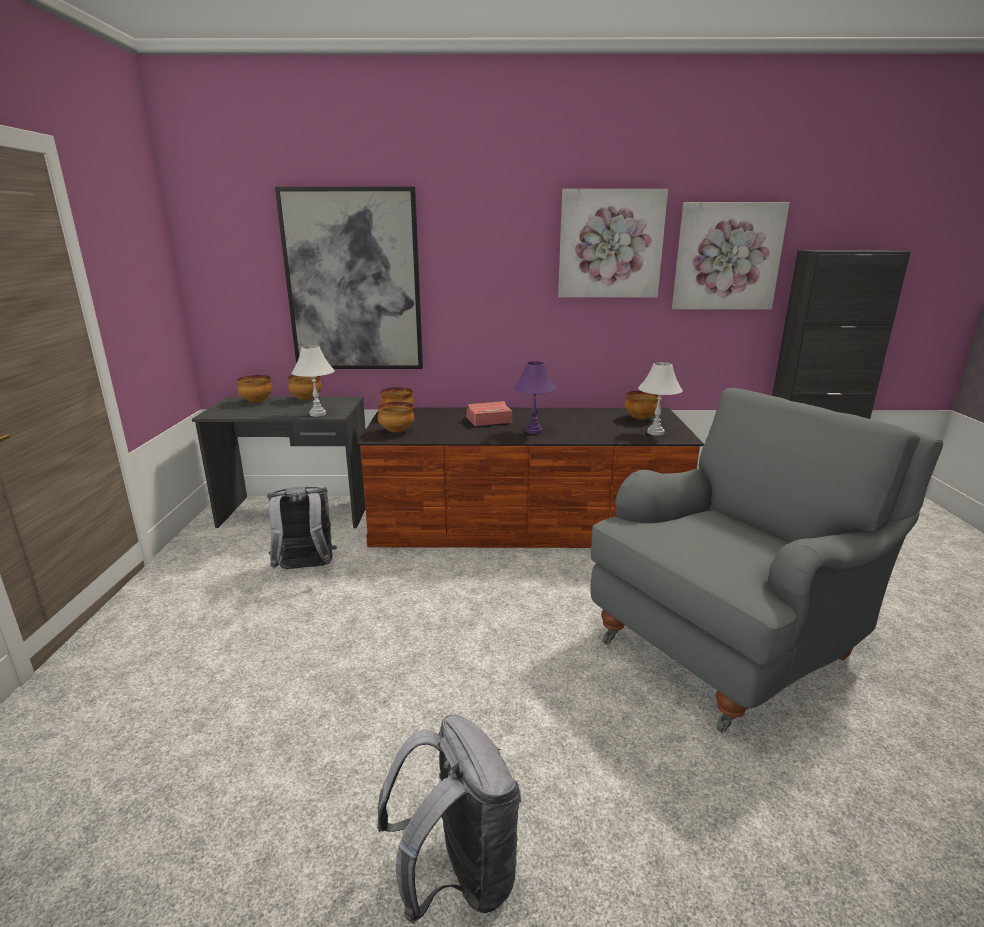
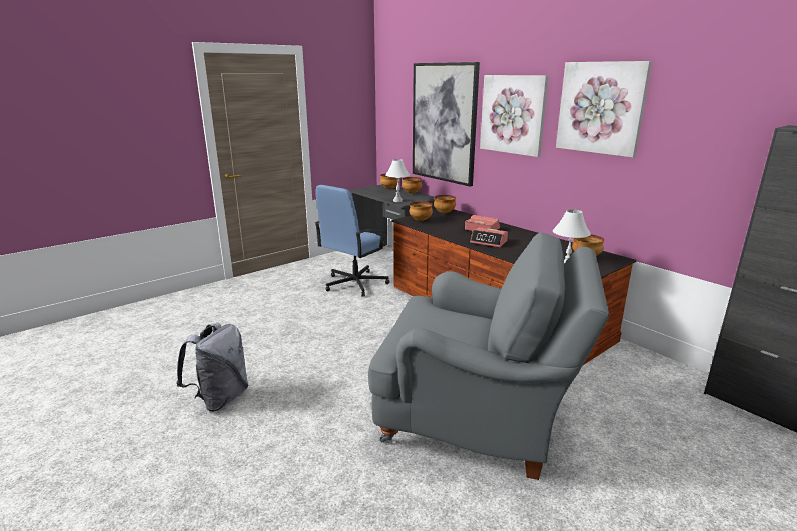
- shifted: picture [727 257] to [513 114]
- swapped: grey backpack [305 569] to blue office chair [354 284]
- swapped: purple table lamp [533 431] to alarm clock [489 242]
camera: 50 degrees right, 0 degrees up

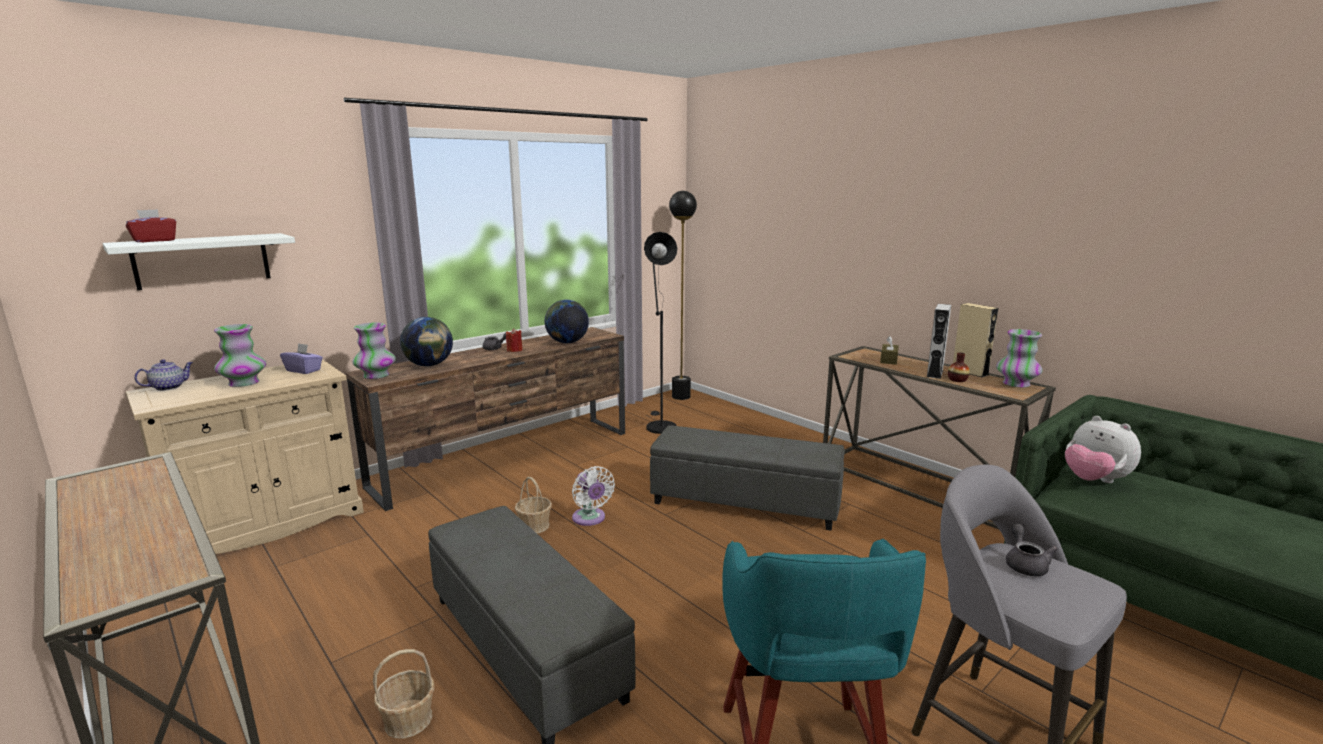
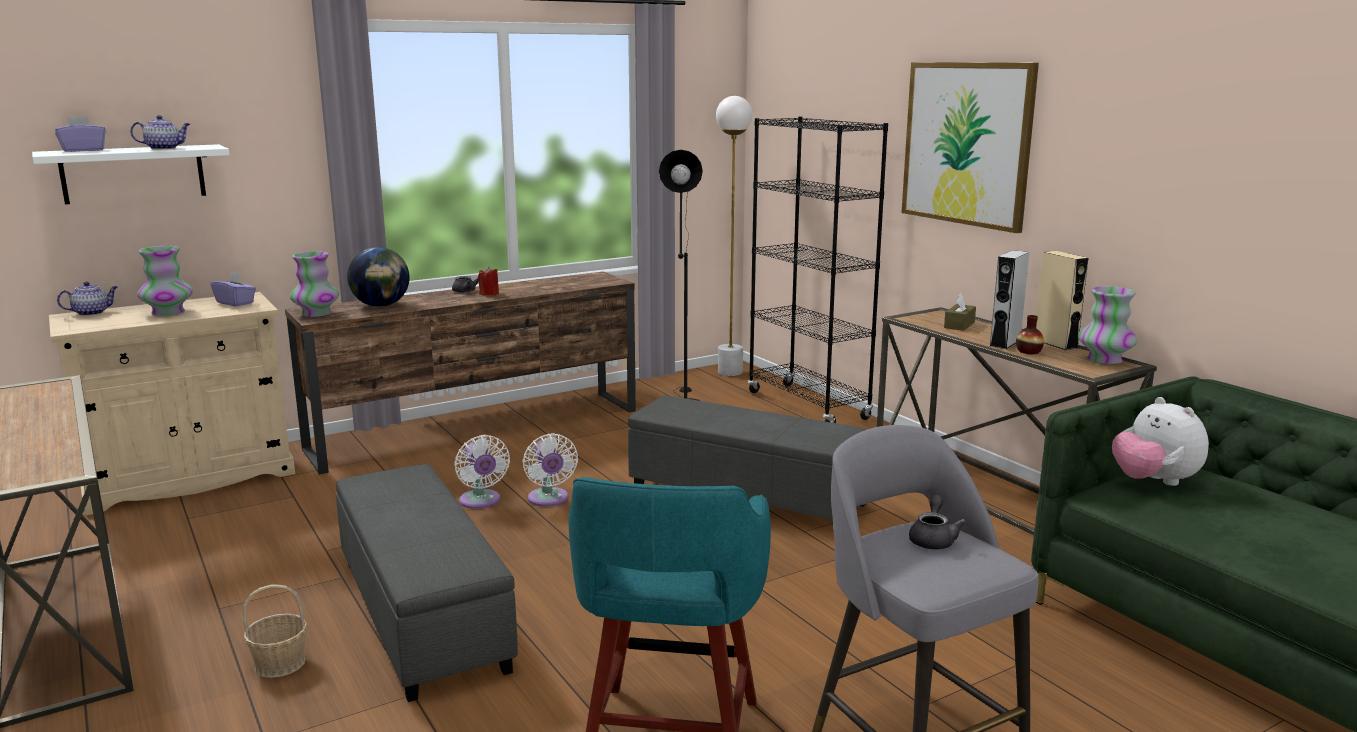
- gone: globe [567 342]
- new: teapot [164 148]
- new: black bookcase [808 405]
- new: picture [967 144]
- swapped: basket [534 526] to white fan [481 502]
- repainted: red tissue box [154 241] to purple tissue box [83 150]
- repainted: black floor lamp [681 397] to white floor lamp [730 372]
camera: 10 degrees right, 0 degrees up

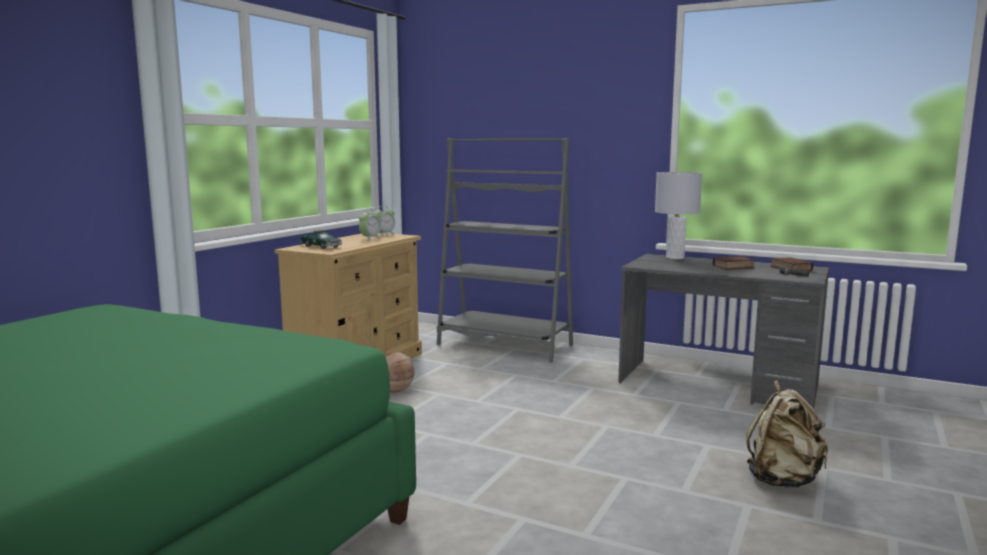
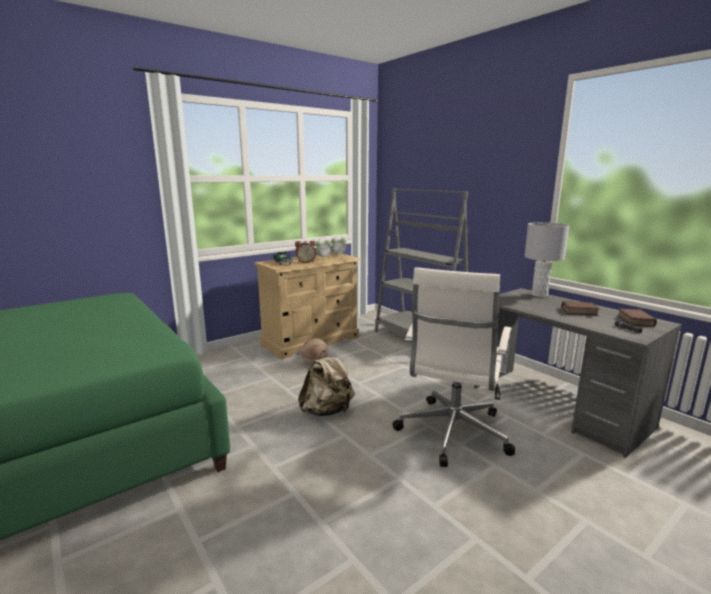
- new: alarm clock [305 262]
- new: white office chair [452 434]
- shifted: beige backpack [783 480] to [327 411]
camera: 25 degrees right, 5 degrees up

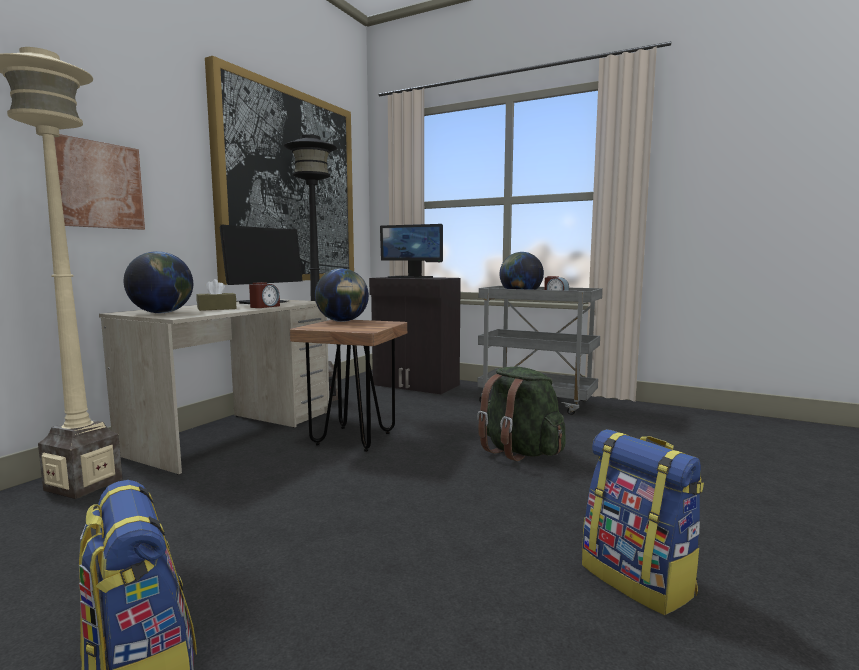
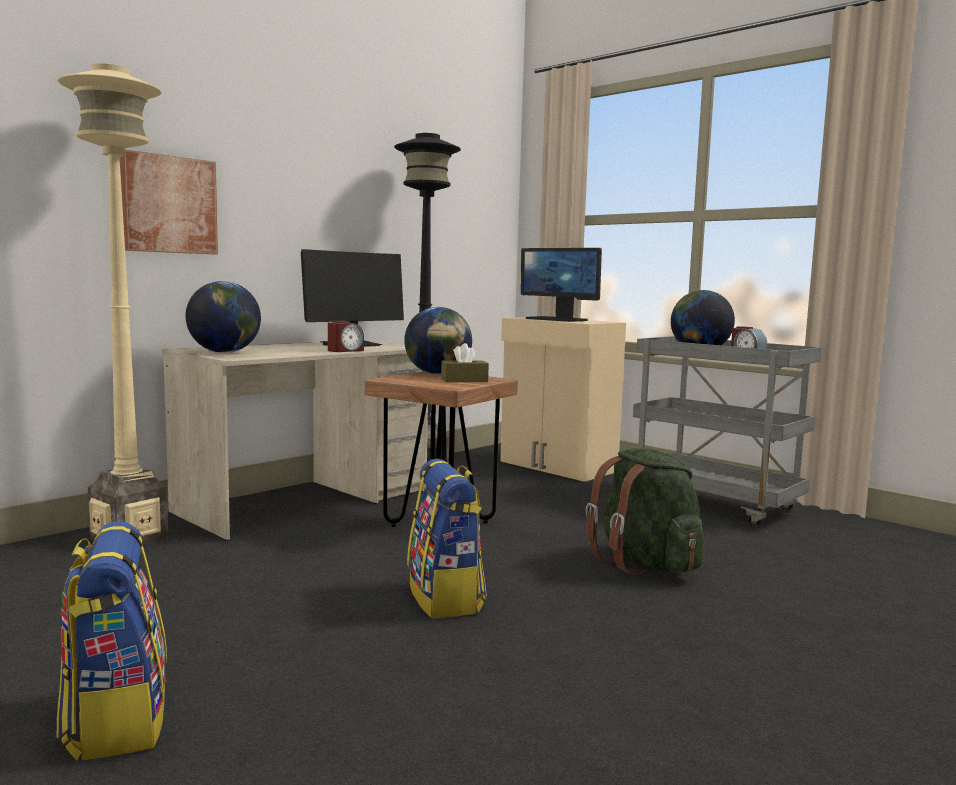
- gone: picture [289 187]
- shifted: brown tissue box [217 309] to [464 380]
- shifted: backpack [638 580] to [446 598]
- repainted: black cabinet [416 385] to beige cabinet [557 467]
camera: 15 degrees right, 0 degrees up

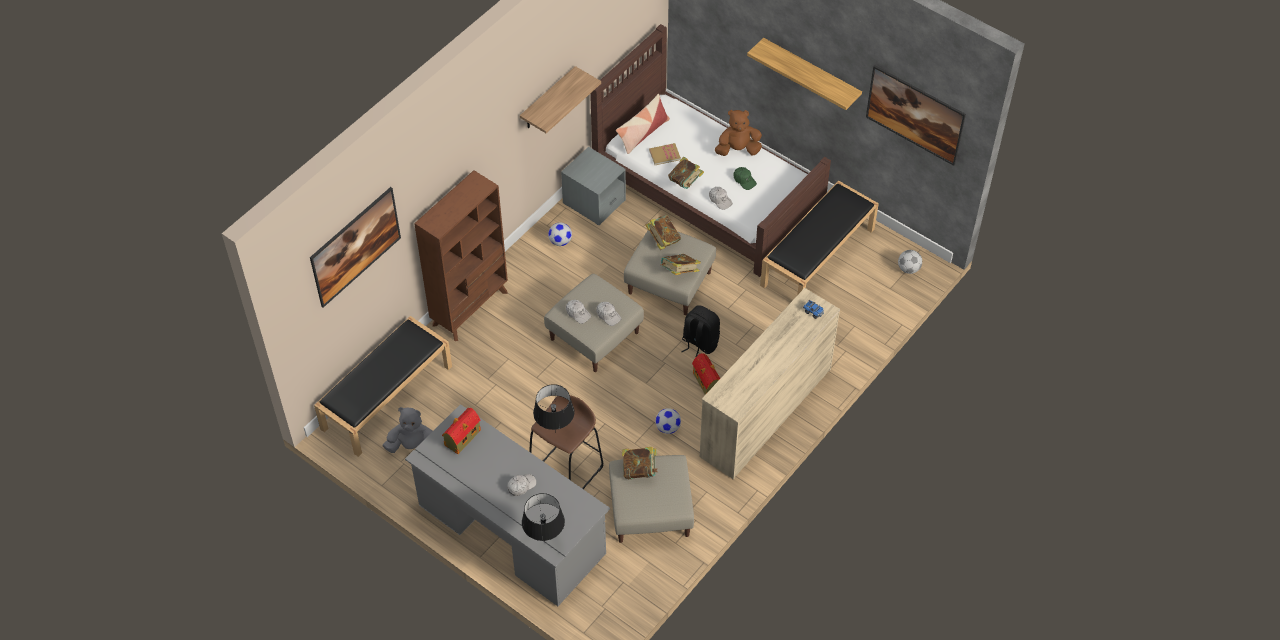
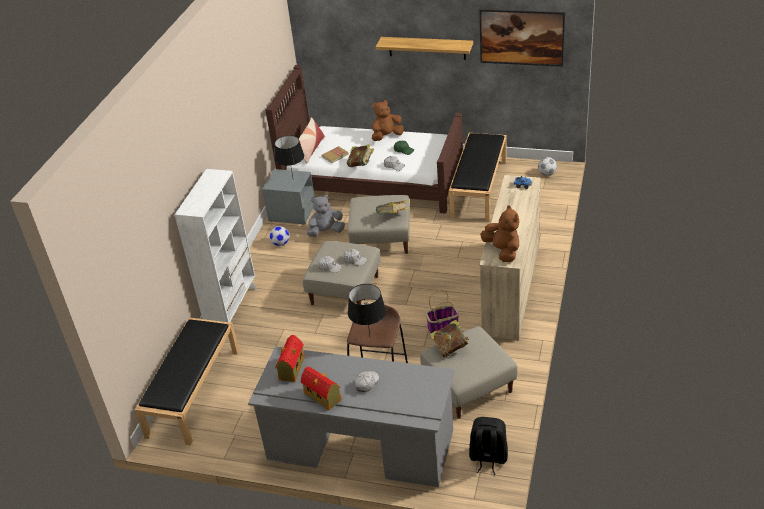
- gone: picture [358 259]
- gone: shelf [548 99]
- gone: book [663 240]
- new: brown plush toy [503 251]
- shifted: grey plush toy [412 446] to [326 232]
- shifted: black table lamp [544 541] to [293 179]
- shifted: black backpack [699 343] to [488 458]
- shifted: toy house [707 383] to [323 397]
- swapped: football [668 427] to basket [443 326]
- repainted: brown bookcase [470 308] to white bookcase [232 308]
camera: 20 degrees left, 15 degrees down

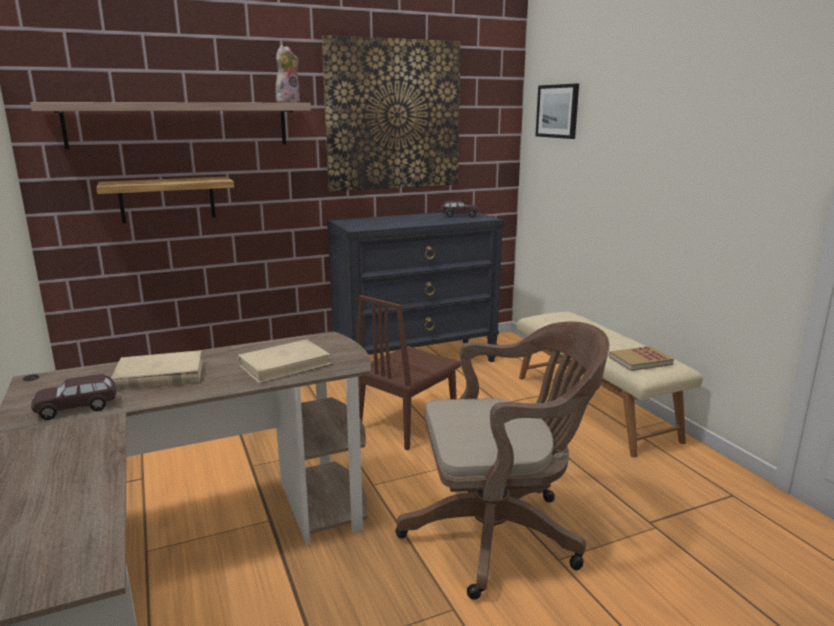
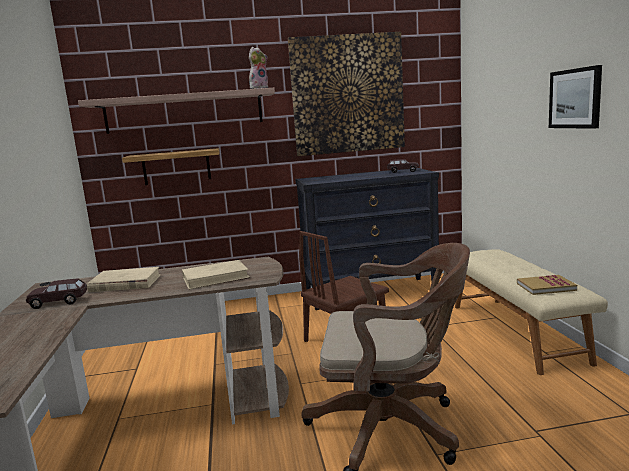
- shifted: picture [557 111] to [575 98]
camera: 15 degrees right, 5 degrees down

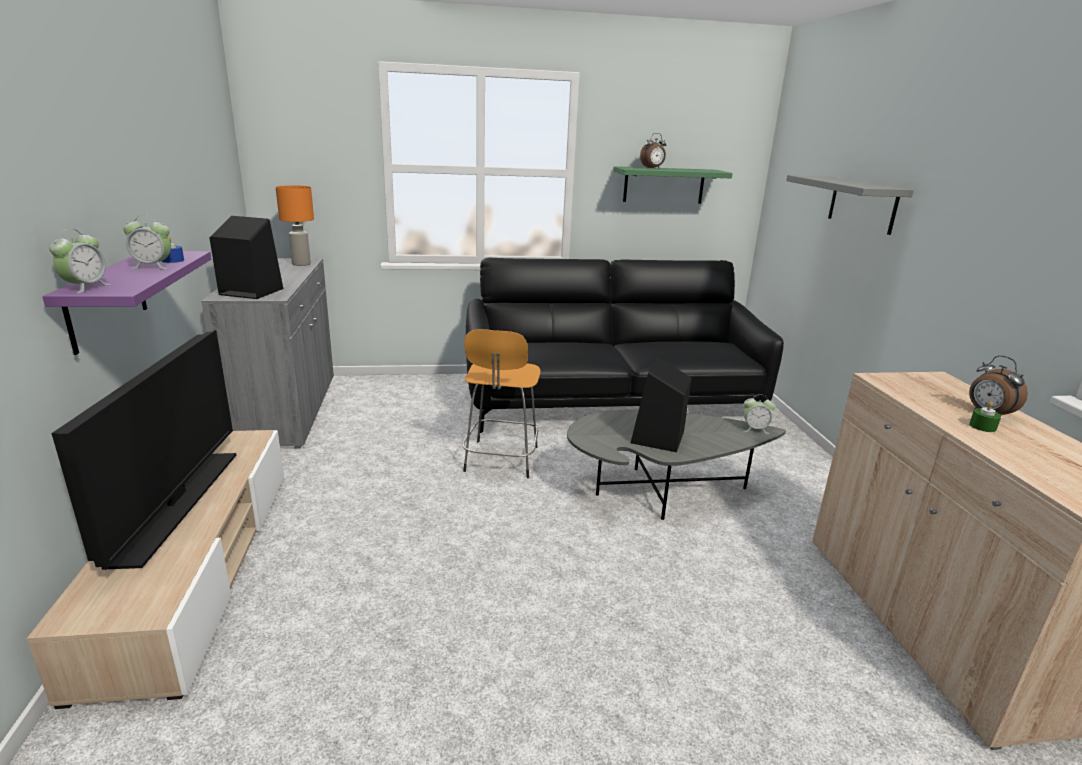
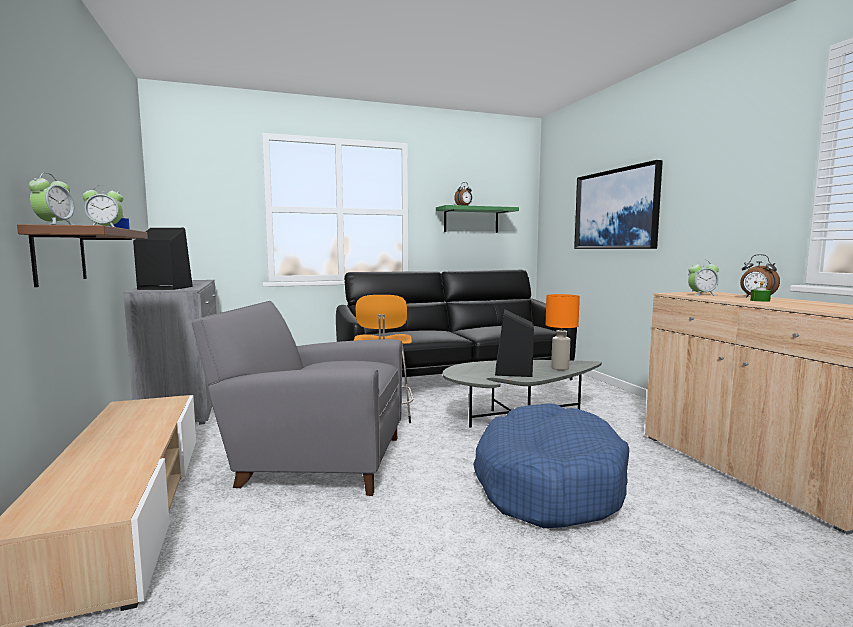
- gone: television [177 504]
- new: grey armchair [314 460]
- new: blue dog bed [547 483]
- shifted: orange table lamp [301 264] to [559 368]
- shifted: alarm clock [755 429] to [702 295]
- swapped: grey shelf [862 204] to picture [616 209]
- repainted: purple shelf [106 300] to brown shelf [60 255]
camera: 10 degrees left, 15 degrees down

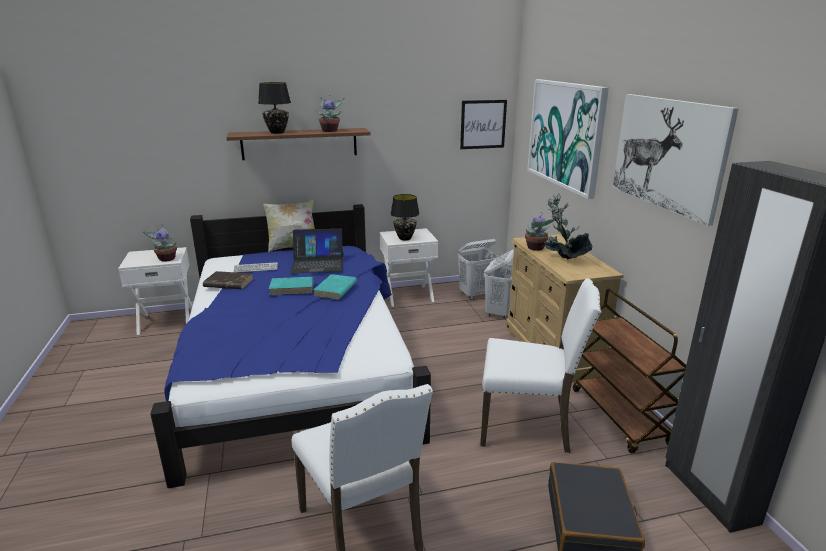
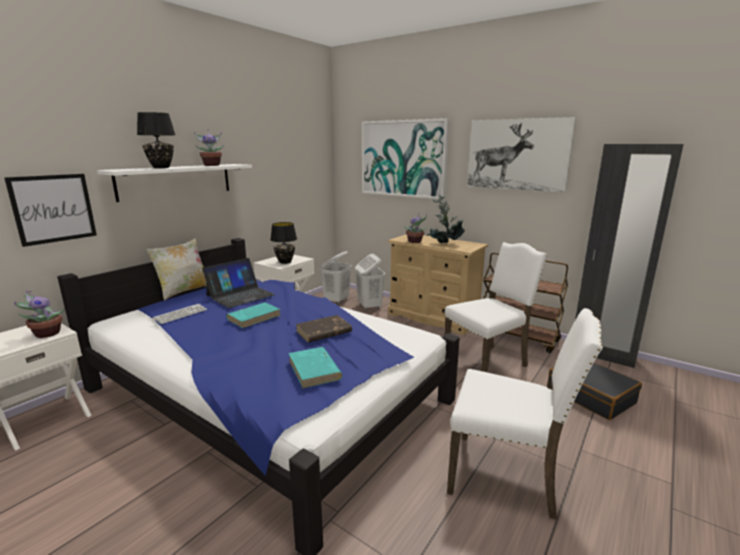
- shifted: brown book [228 283] to [323 331]
- shifted: turquoise book [335 289] to [314 370]
- shifted: picture [483 124] to [53 208]
- repainted: brown shelf [299 144] to white shelf [176 181]
camera: 40 degrees left, 5 degrees down

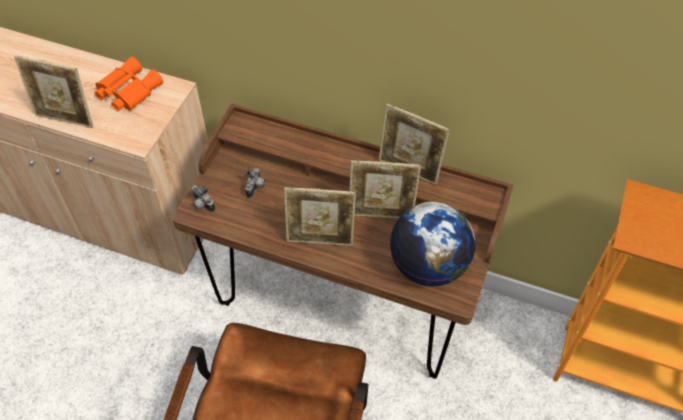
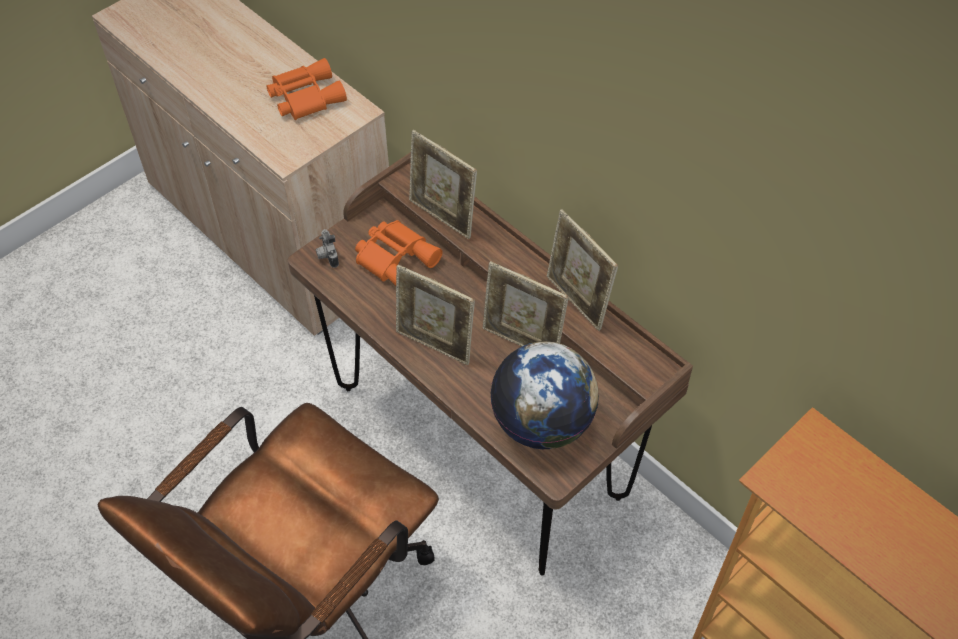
- shifted: picture frame [66 119] to [442 217]
- swapped: photo camera [256 188] to orange binoculars [397 258]
camera: 25 degrees right, 0 degrees up

